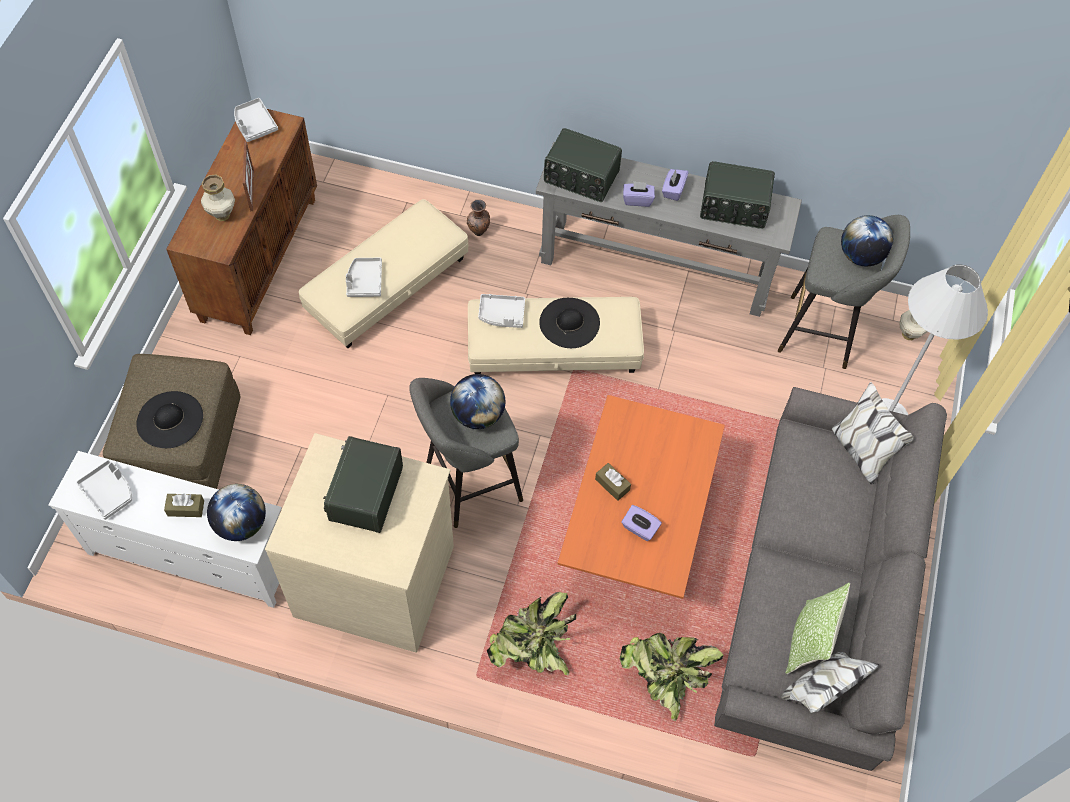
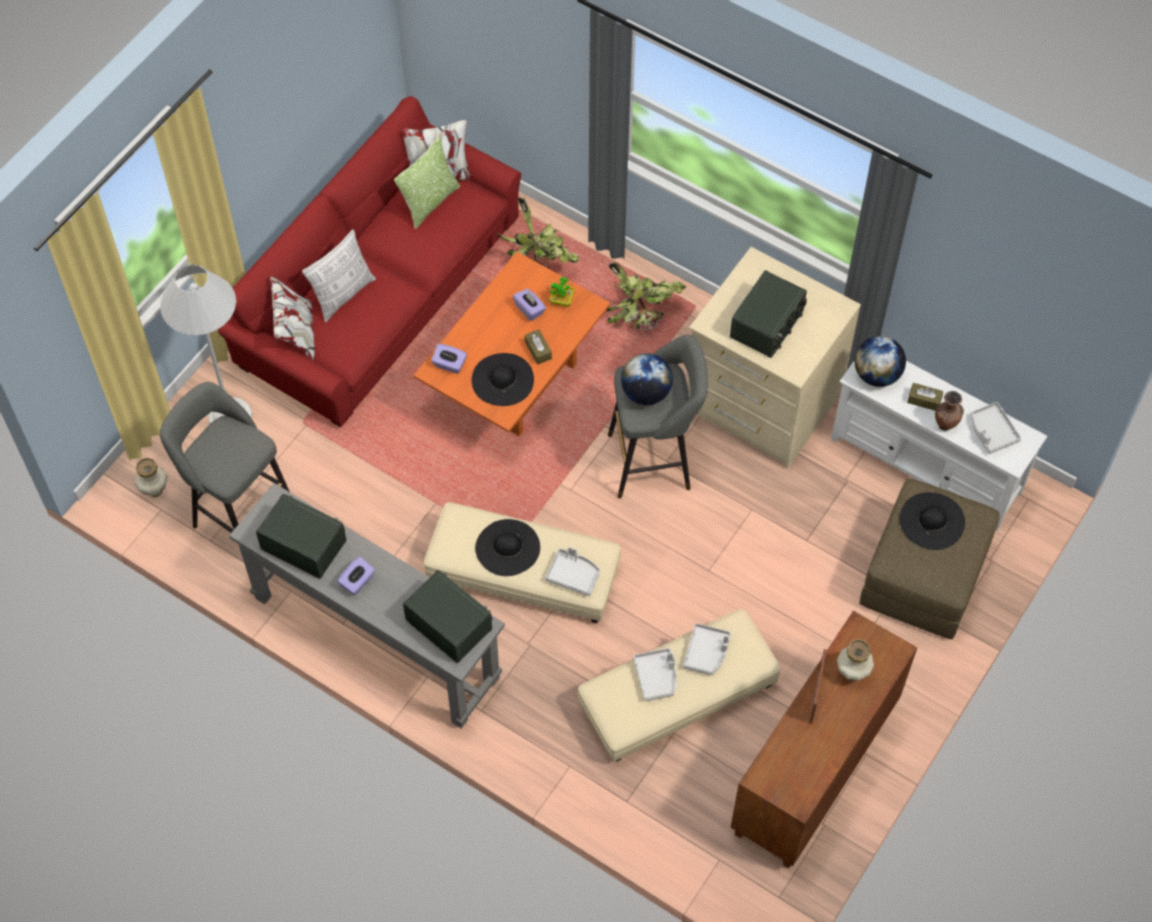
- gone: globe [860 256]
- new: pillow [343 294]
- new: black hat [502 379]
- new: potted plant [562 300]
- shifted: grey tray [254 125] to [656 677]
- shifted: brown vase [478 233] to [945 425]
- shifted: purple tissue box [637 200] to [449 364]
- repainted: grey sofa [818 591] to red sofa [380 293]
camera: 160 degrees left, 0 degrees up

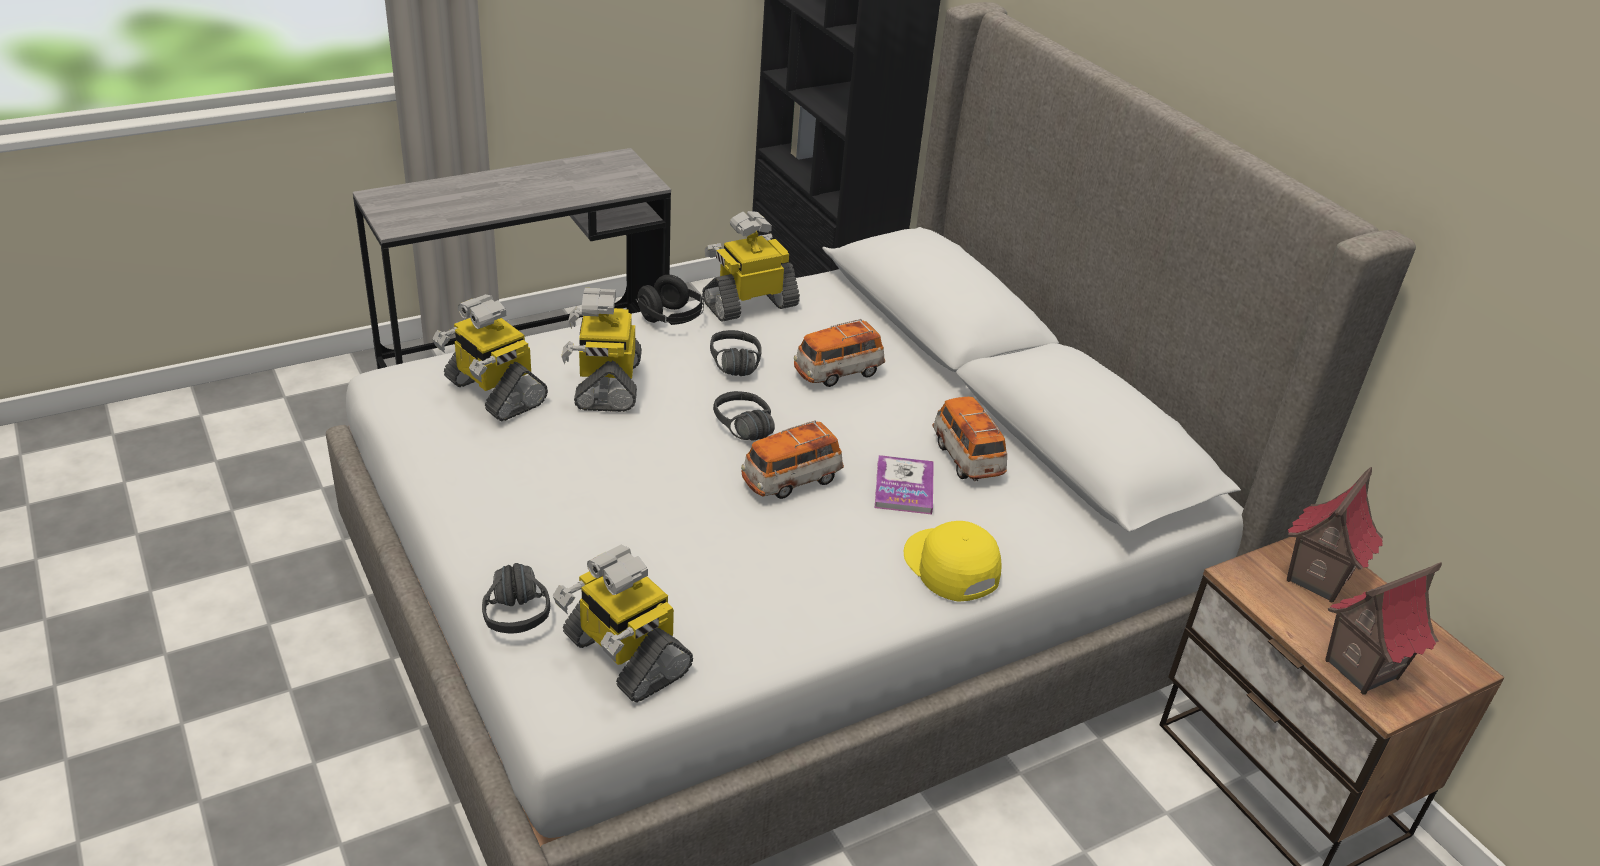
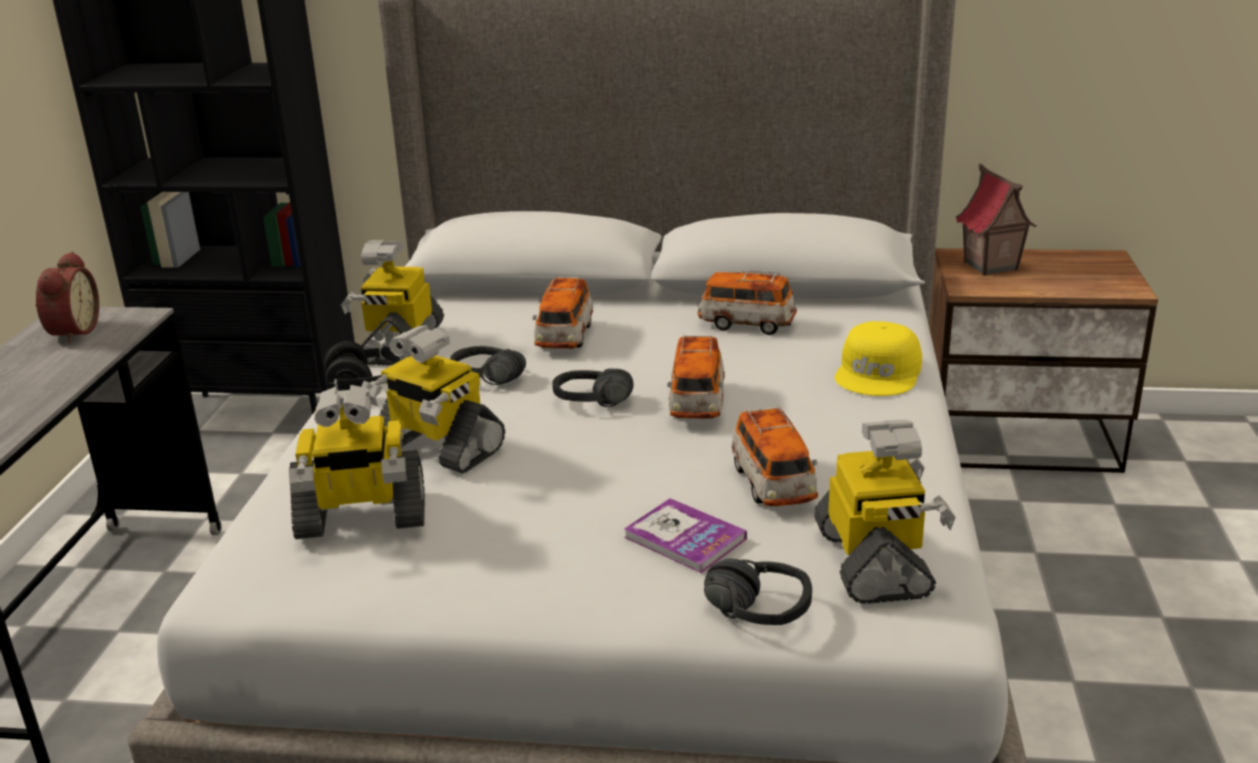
- gone: toy house [1360 668]
- new: alarm clock [71 332]
- new: toy car [773 485]
- shifted: book [904 487] to [685 538]
- rotated: toy robot [624 655] = [875 562] 90 degrees counterclockwise
- rotated: yellow cap [950 566] = [879 373] 75 degrees counterclockwise
camera: 50 degrees left, 10 degrees down

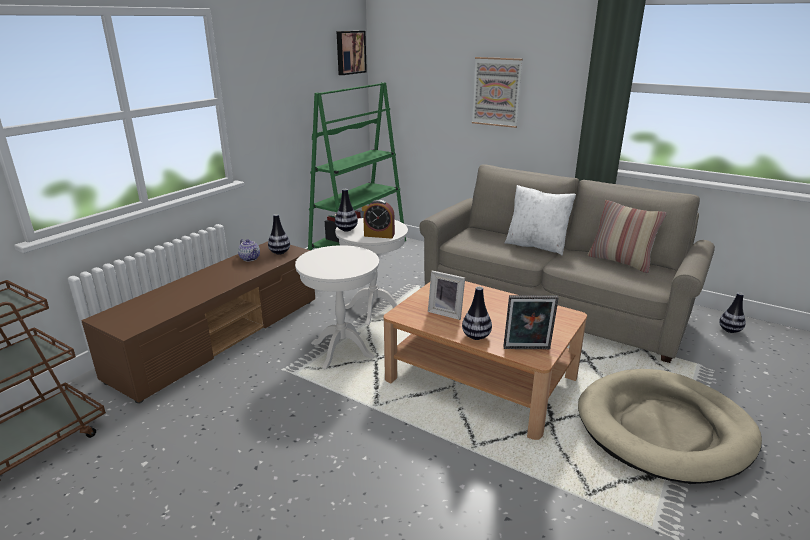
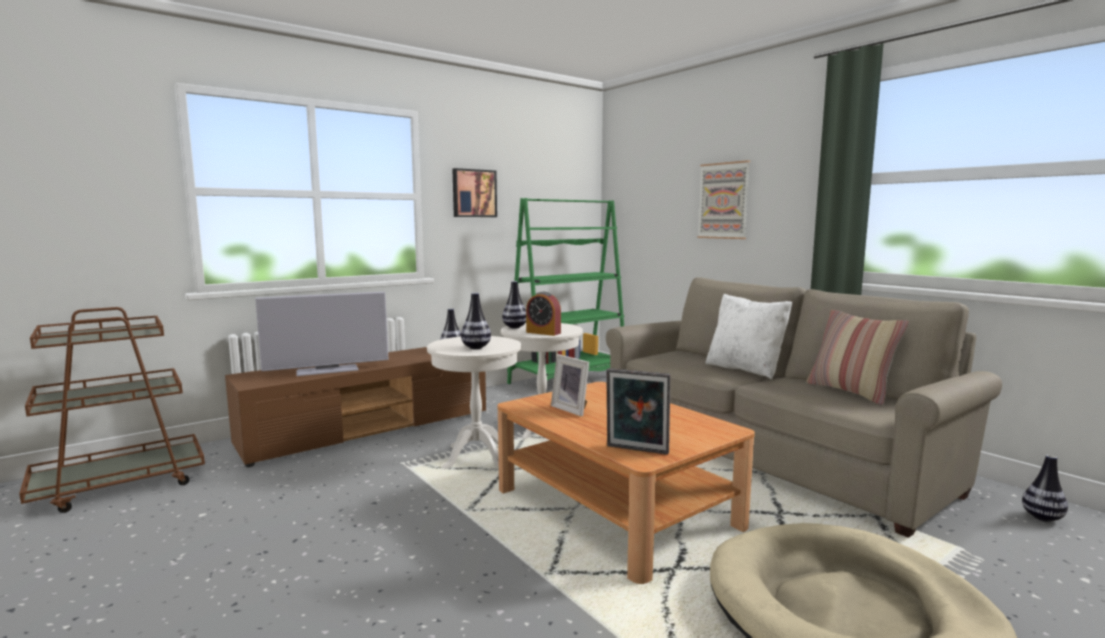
- gone: teapot [250 258]
- new: television [327 370]
- shifted: picture [350 52] to [473 193]
- shifted: vase [476 336] to [476 347]
camera: 20 degrees right, 15 degrees down

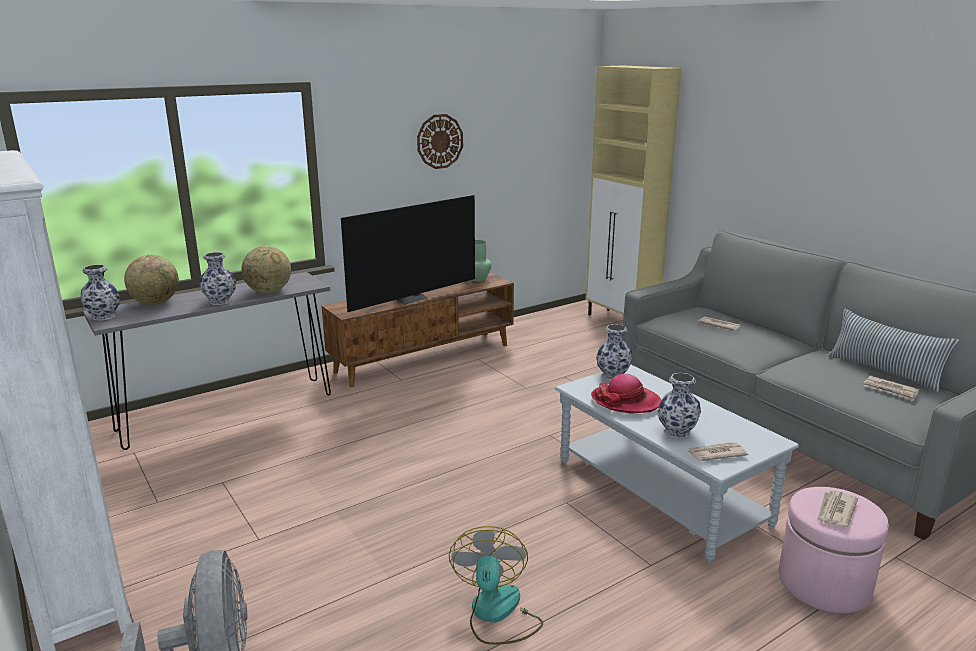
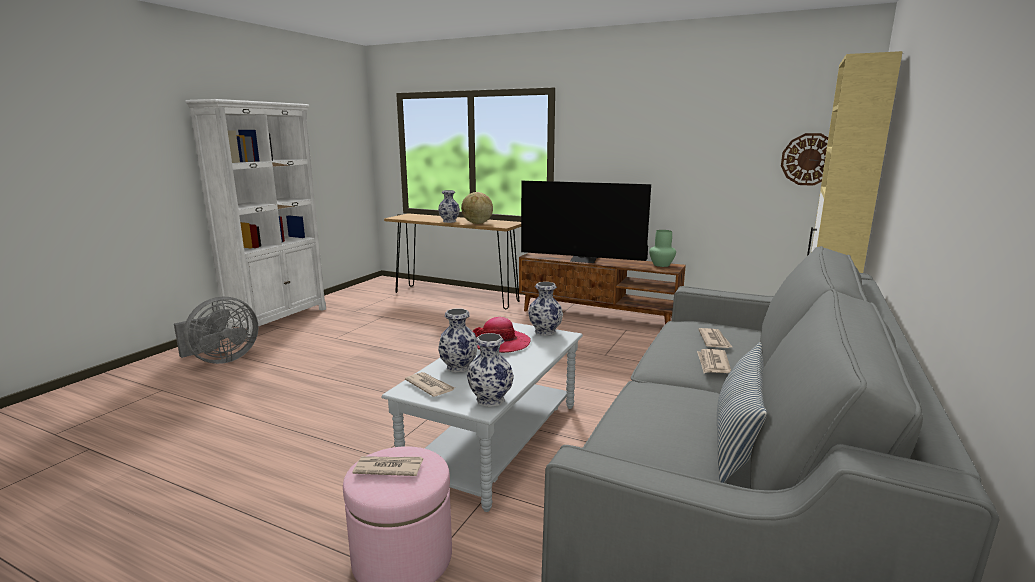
- gone: globe [156 303]
- gone: fan [496 614]
- shifted: vase [103 316] to [490 399]
- shifted: wall clock [439 141] to [809 159]
- shifted: newspaper [890 390] to [713 363]
- repainted: grey console table [228 412] to brown console table [455 297]
camera: 60 degrees right, 5 degrees down

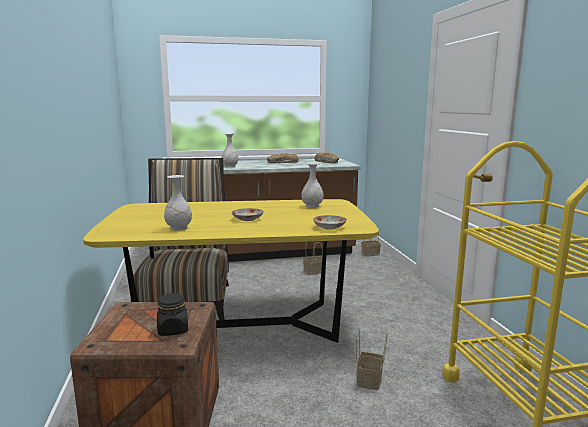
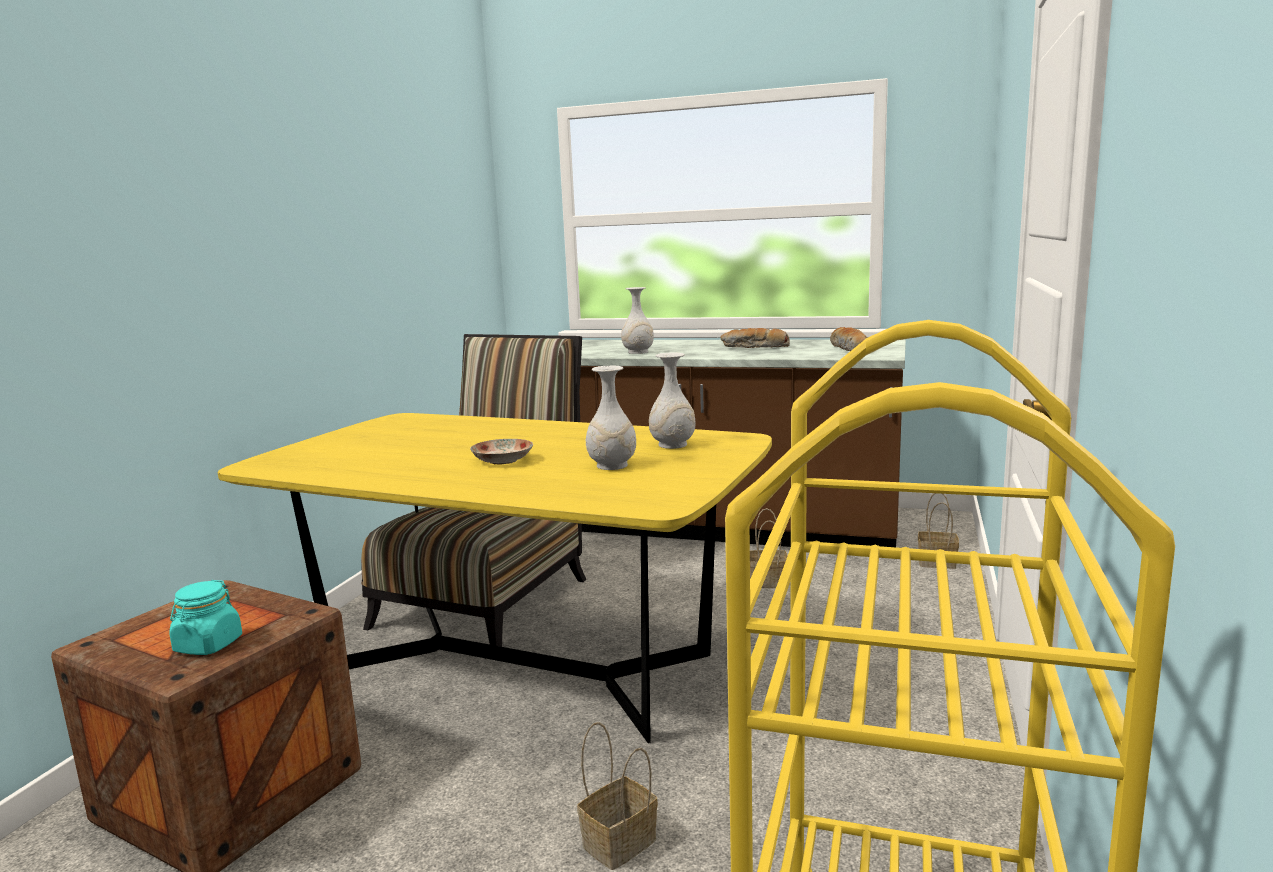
- gone: plate [329 227]
- shifted: white vase [178 228] to [611 466]
- repainted: black jar [173 330] to turquoise jar [208 645]
camera: 30 degrees right, 0 degrees up

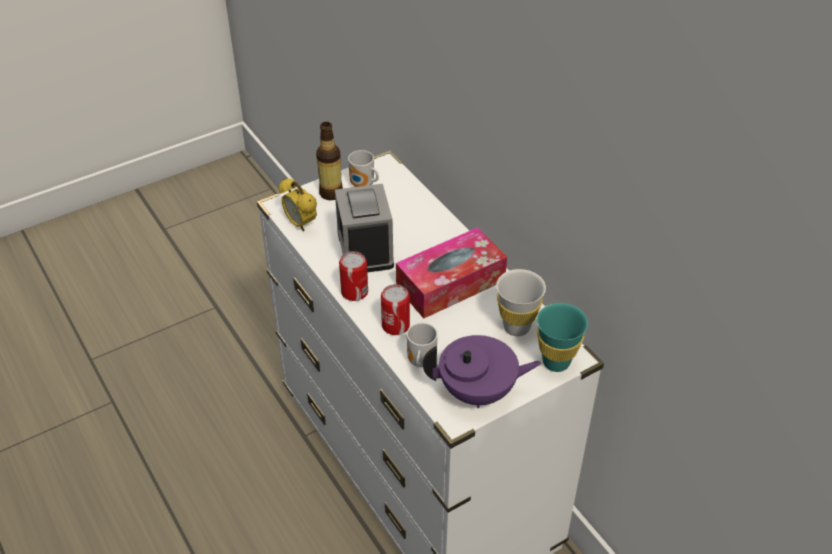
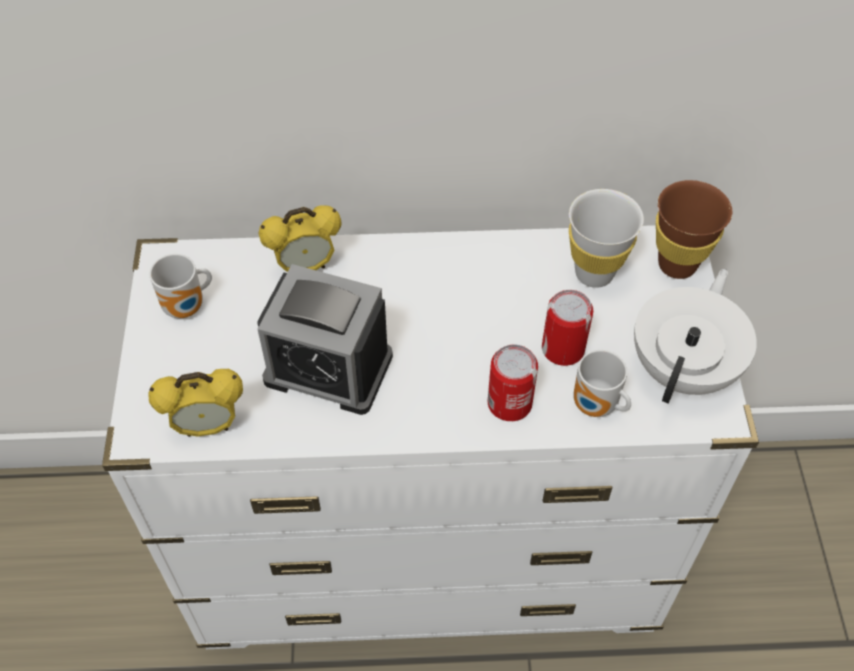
- gone: bottle [331 193]
- gone: tissue box [450 283]
- new: alarm clock [306 267]
- shifted: can [354 292] to [563 349]
- repainted: purple teapot [478 392] to white teapot [684 368]
- repainted: turquoise cup [556 362] to brown cup [677 264]
camera: 60 degrees left, 10 degrees up

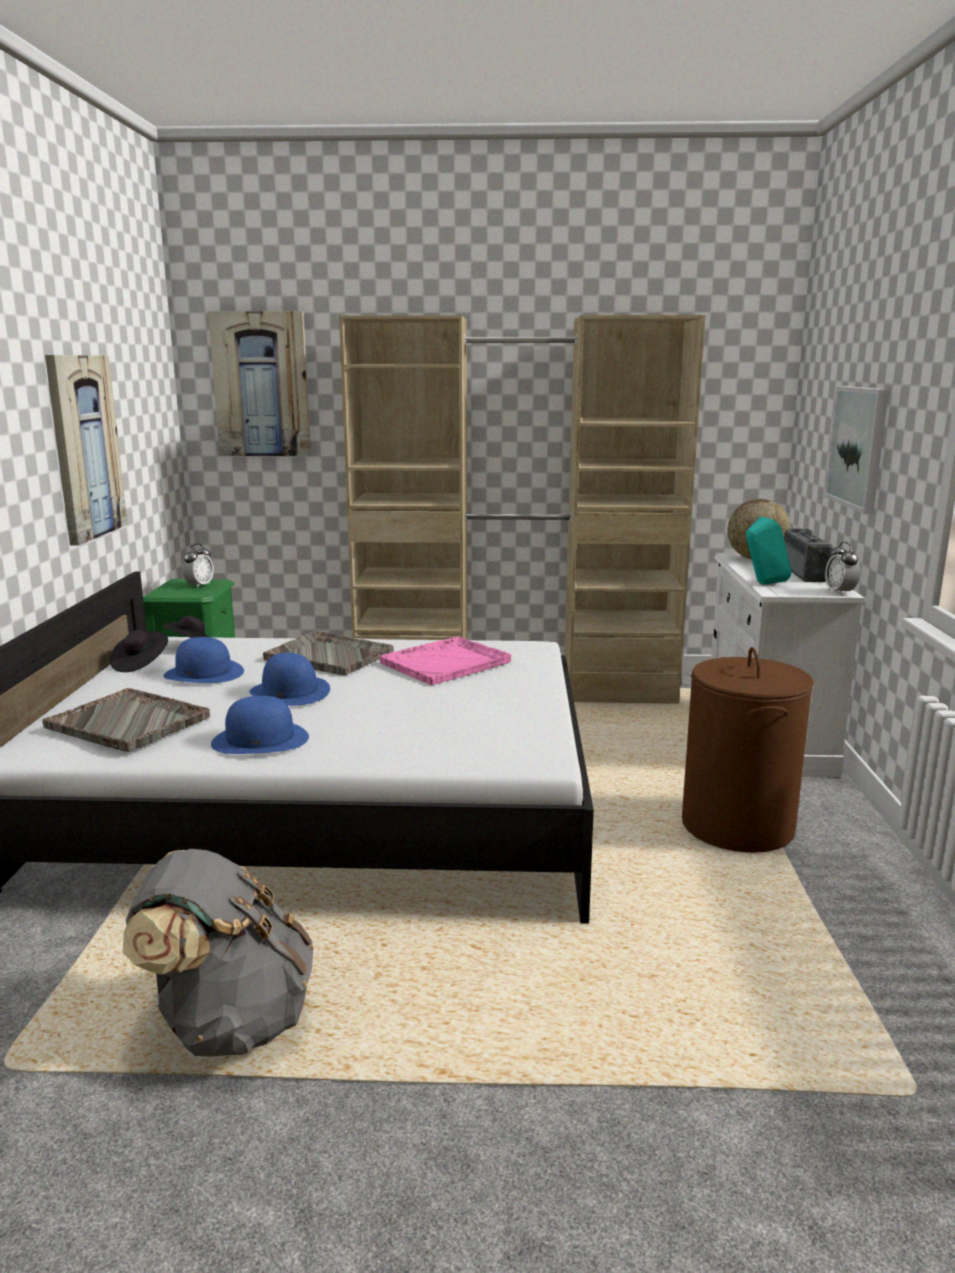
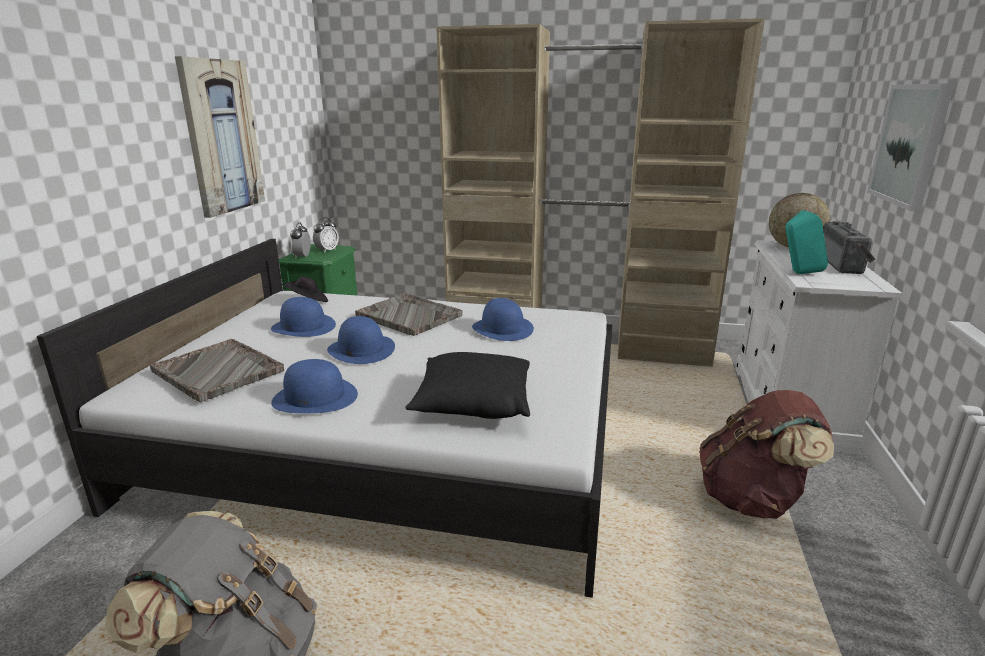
- gone: black hat [140 664]
- gone: picture [261 385]
- new: black pillow [473 403]
- shifted: alarm clock [839 592] to [302 257]
- swapped: pink tray [446 662] to blue hat [503 329]
- swapped: brown laundry basket [738 826] to brown backpack [752 499]
camera: 10 degrees right, 5 degrees up

